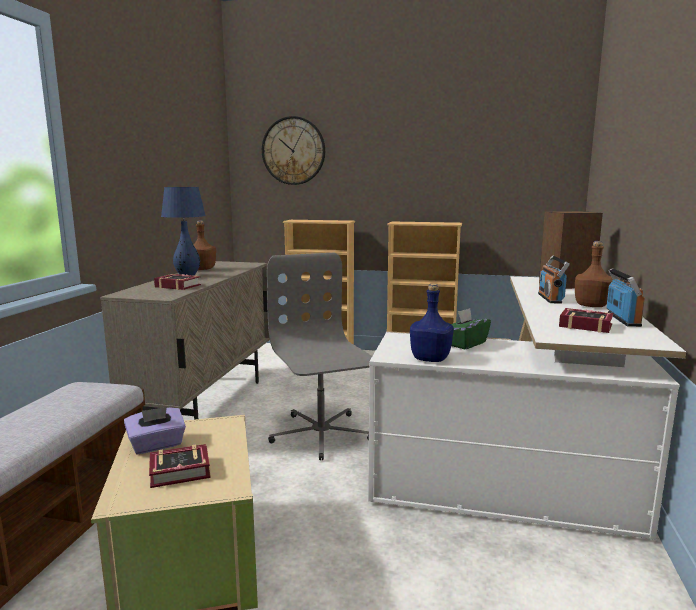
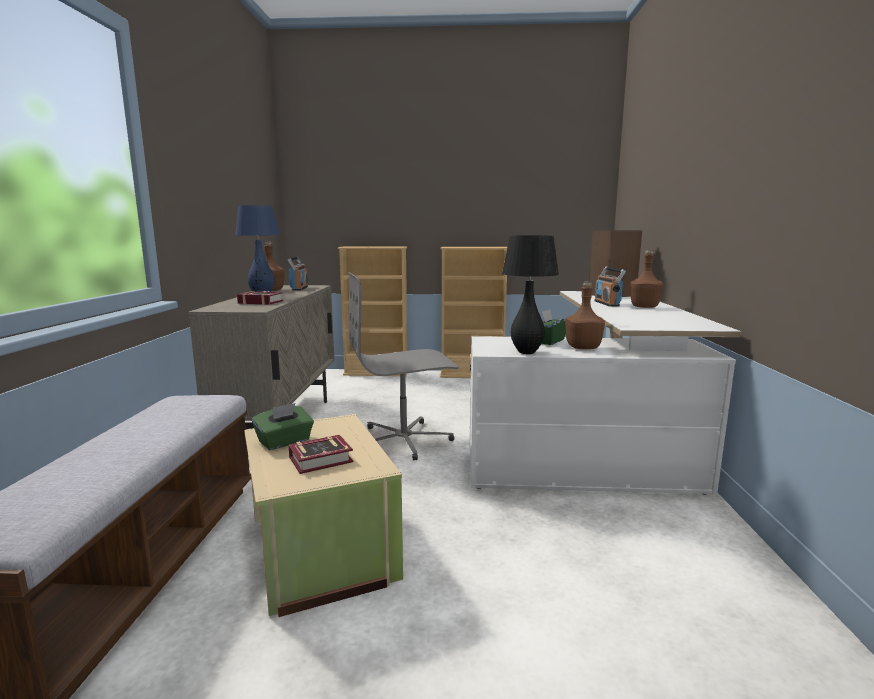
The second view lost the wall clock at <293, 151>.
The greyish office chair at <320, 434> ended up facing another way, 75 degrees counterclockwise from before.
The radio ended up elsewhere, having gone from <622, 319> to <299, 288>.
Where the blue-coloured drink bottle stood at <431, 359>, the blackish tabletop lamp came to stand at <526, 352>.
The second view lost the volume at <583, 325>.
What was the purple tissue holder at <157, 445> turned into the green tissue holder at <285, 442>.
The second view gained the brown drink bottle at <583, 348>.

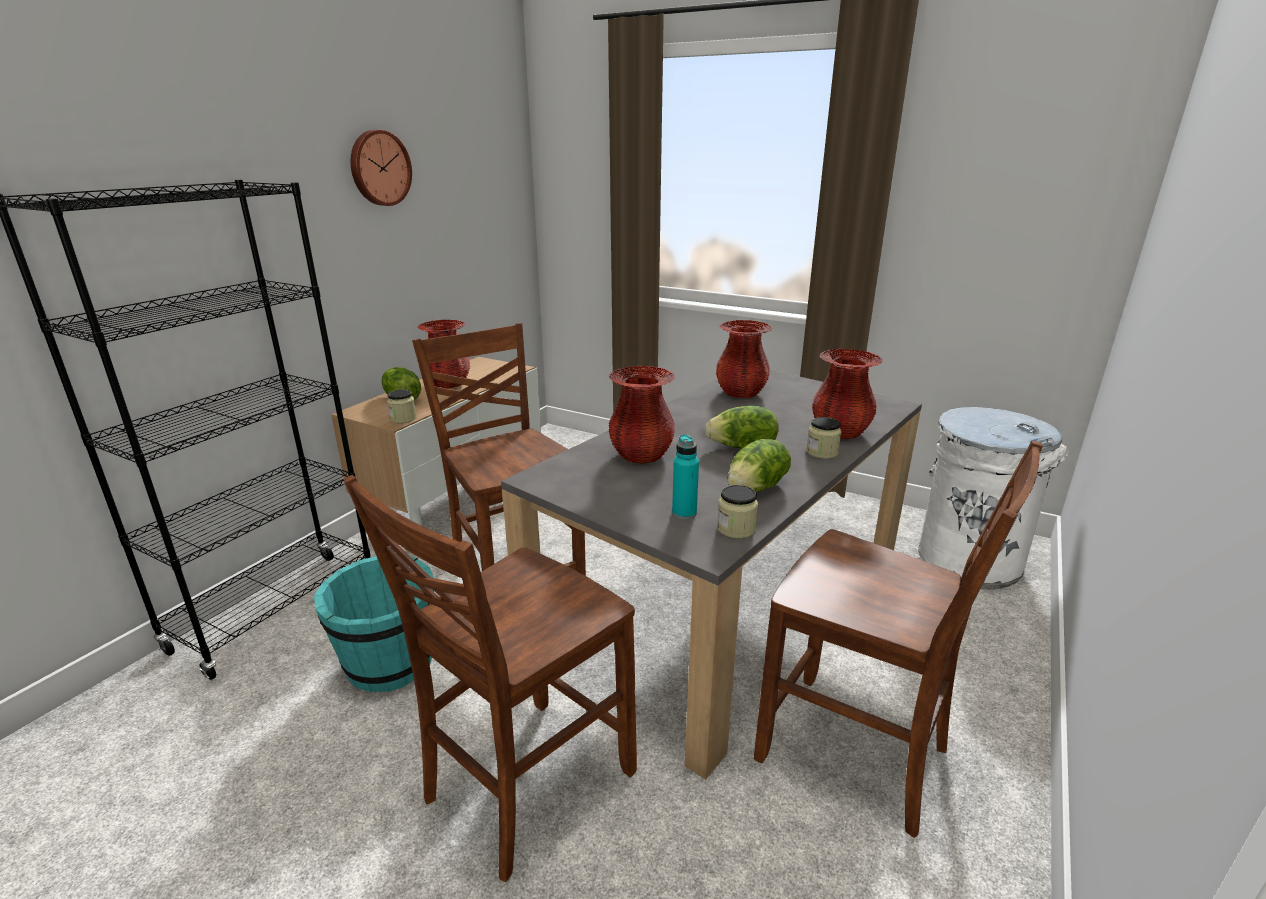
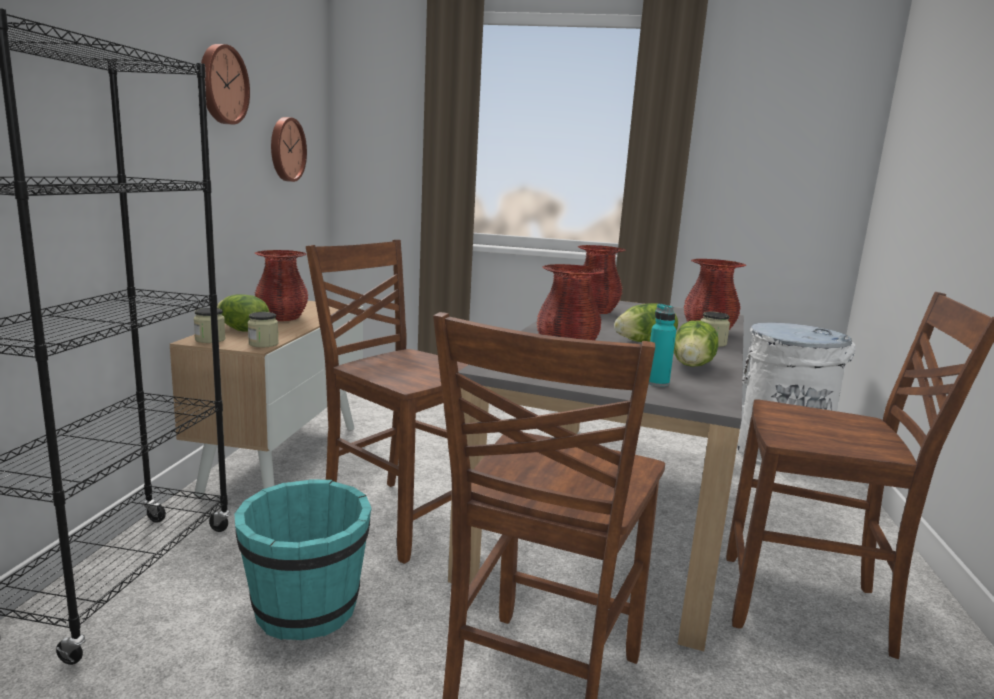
The storage jar ended up elsewhere, having gone from <736, 528> to <210, 339>.
The second view gained the wall clock at <286, 149>.

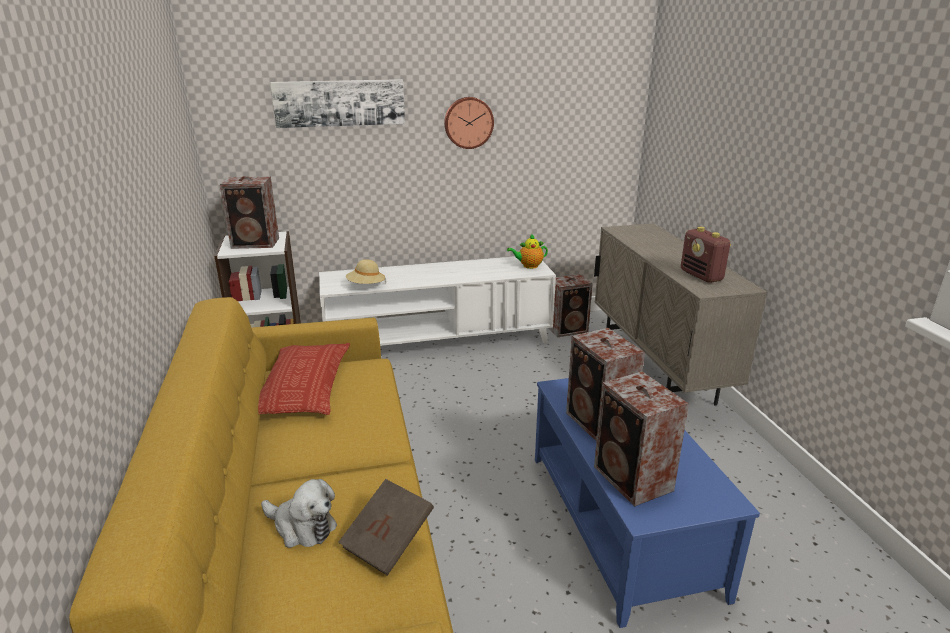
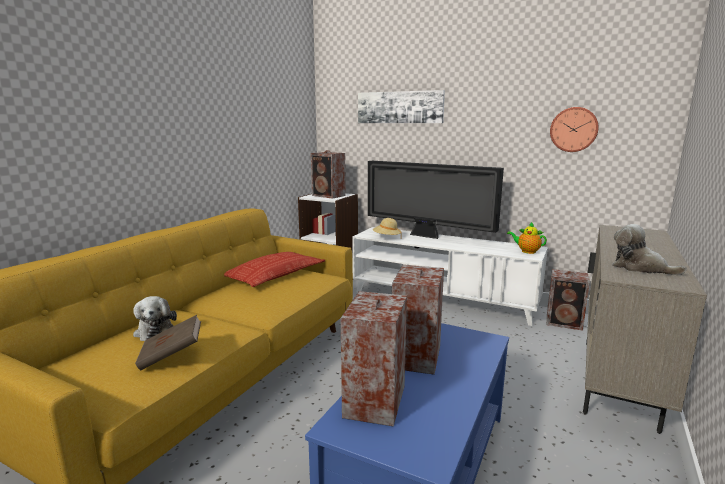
The wall clock ended up elsewhere, having gone from <468, 122> to <573, 129>.
Where the radio stood at <701, 276>, the soft toy came to stand at <640, 268>.
The second view gained the television at <427, 236>.

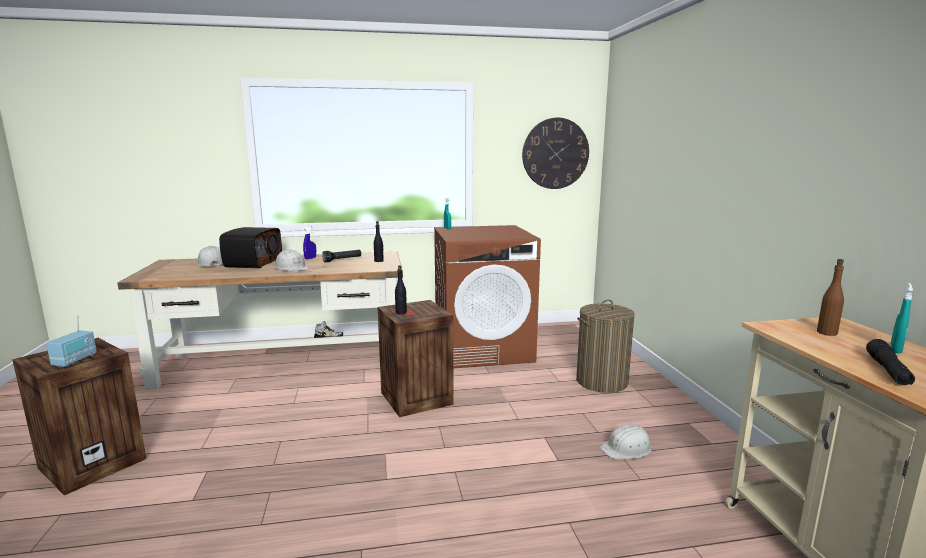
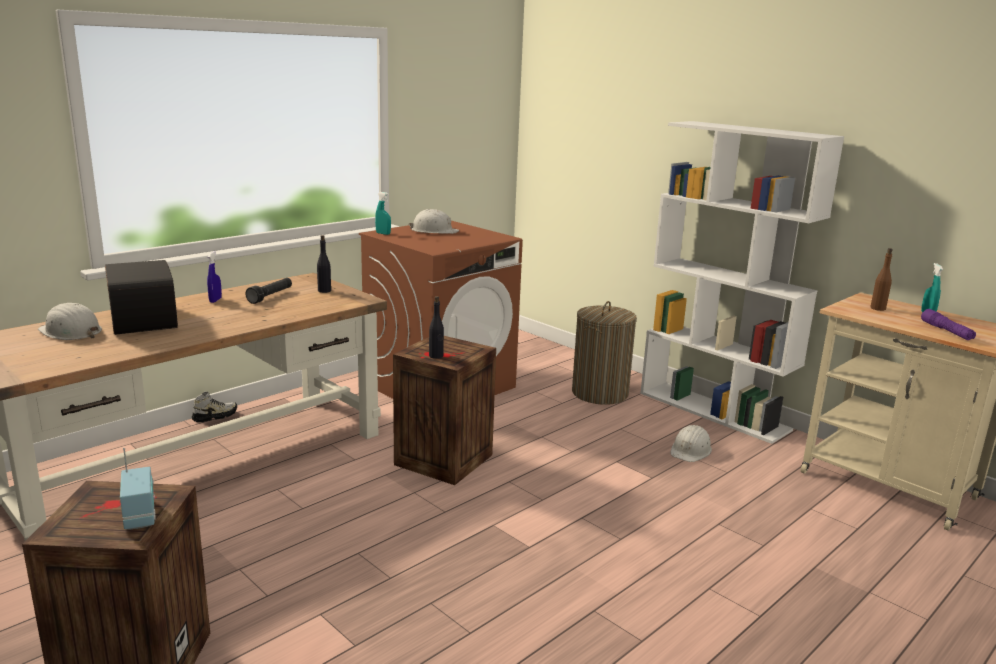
The second view lost the wall clock at <555, 153>.
The white-coloured safety helmet ended up elsewhere, having gone from <291, 268> to <434, 231>.
What was the blackish flashlight at <888, 370> turned into the purple flashlight at <946, 331>.
The second view gained the white-coloured shelving unit at <714, 411>.

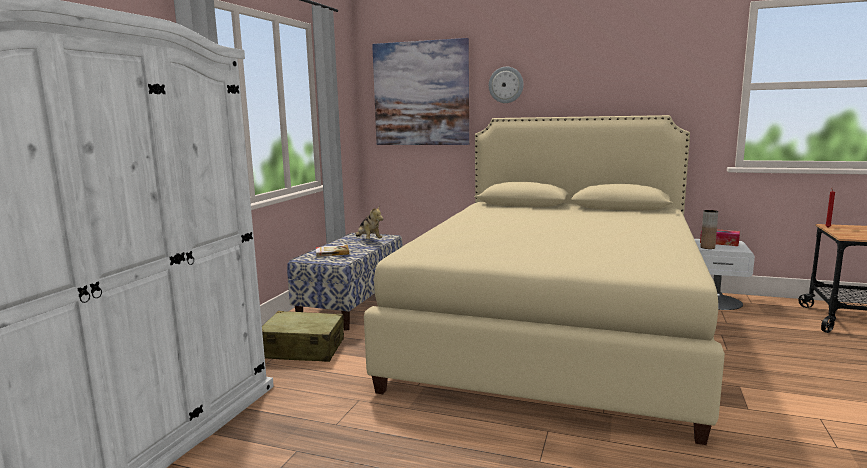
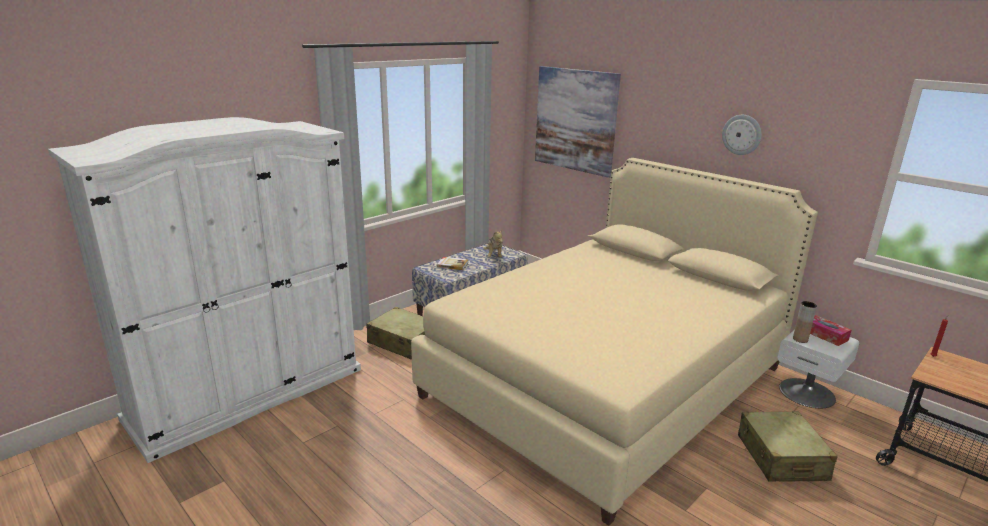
The wall clock ended up elsewhere, having gone from <506, 85> to <742, 134>.
The second view gained the sand-coloured suitcase at <781, 458>.

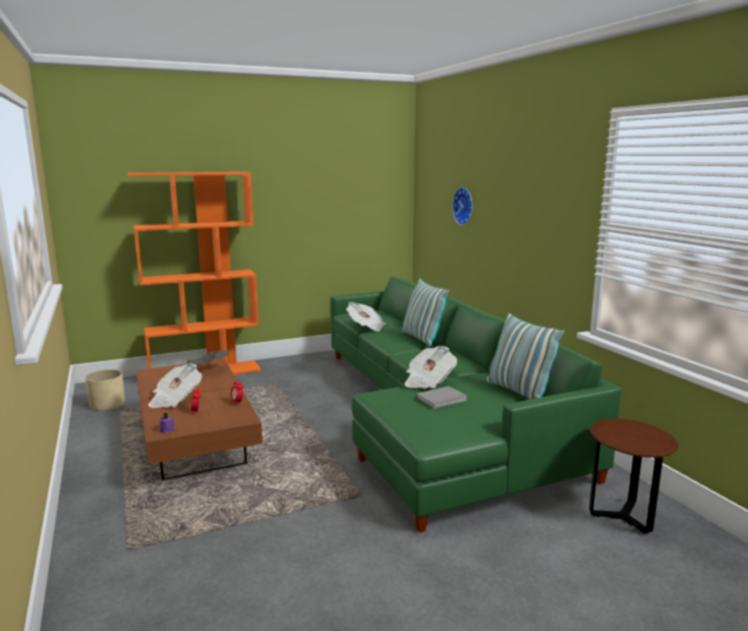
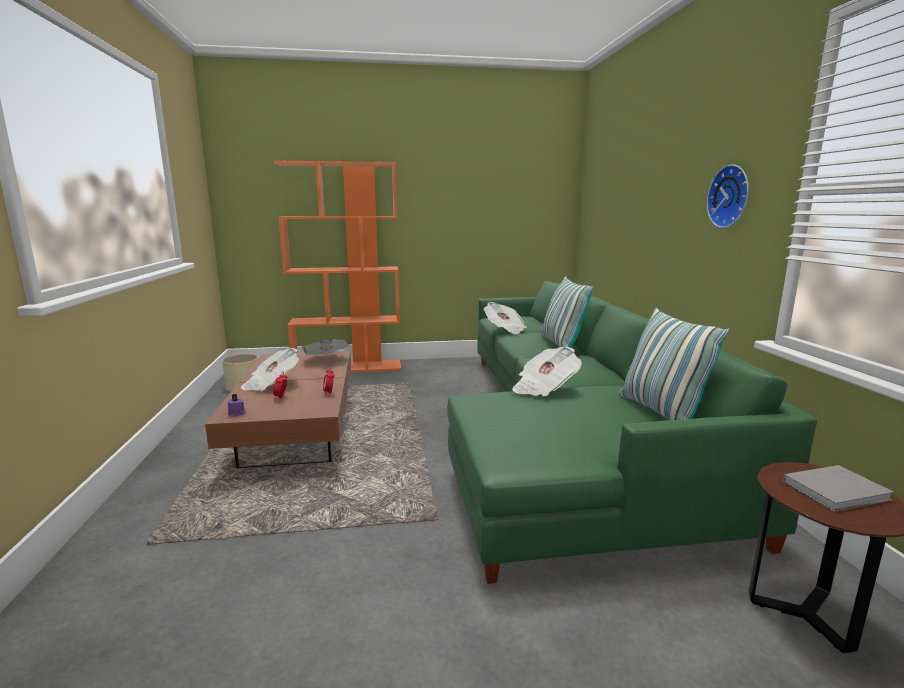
The wall clock ended up elsewhere, having gone from <464, 206> to <731, 196>.
The greyish volume ended up elsewhere, having gone from <443, 399> to <838, 491>.

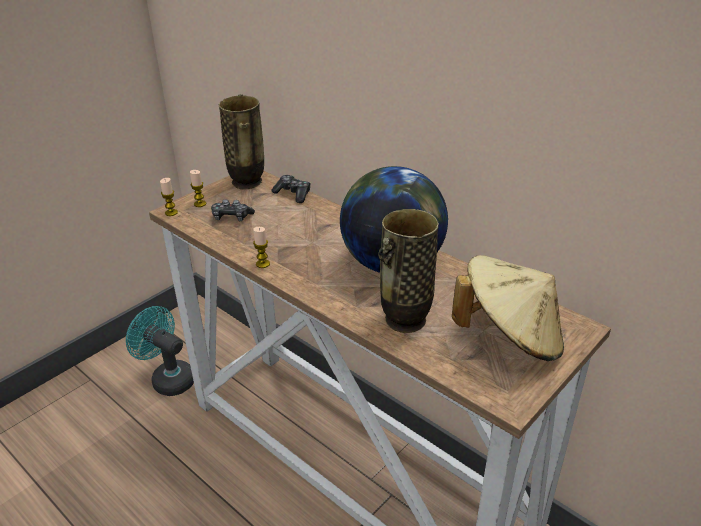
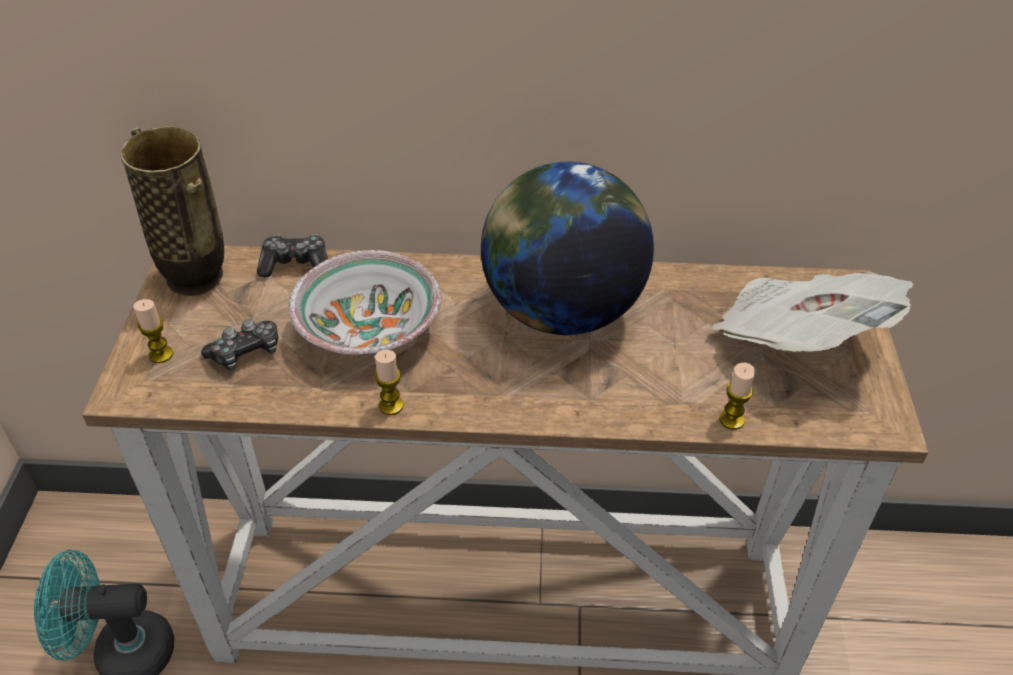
The wax light ended up elsewhere, having gone from <171, 213> to <731, 420>.
The second view lost the flower vase at <405, 320>.
Where the sand-coloured clothing hat stood at <509, 336>, the daily paper came to stand at <796, 339>.
The second view gained the bowl at <370, 329>.

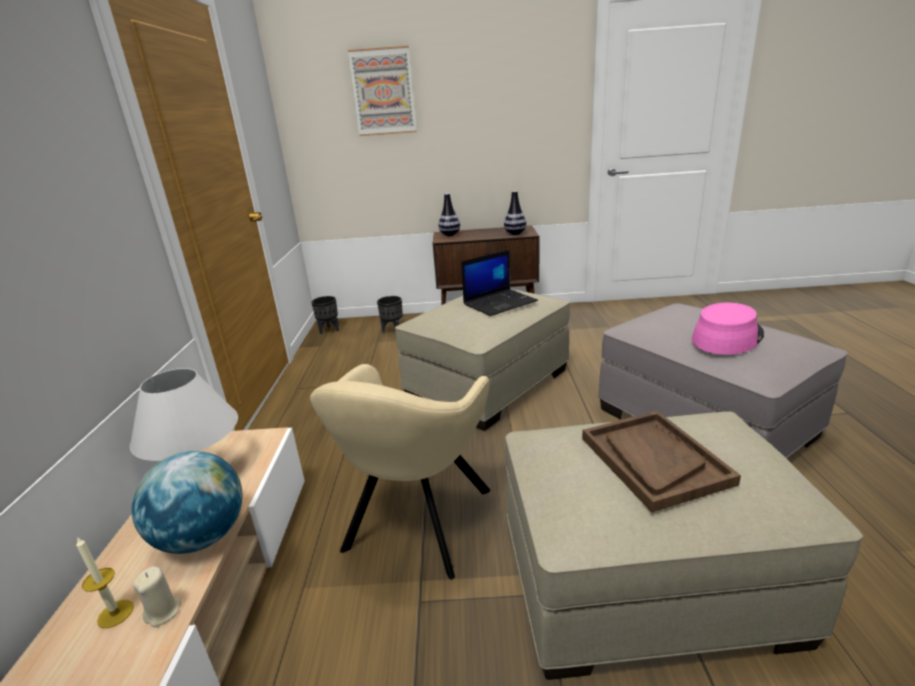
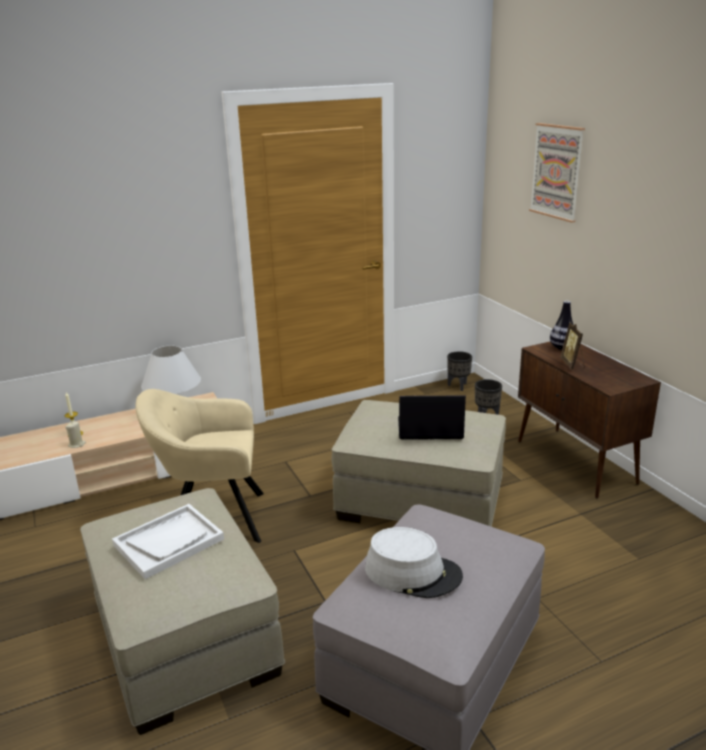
The second view lost the flower vase at <515, 233>.
The portable computer at <500, 302> ended up facing another way, 150 degrees clockwise from before.
What was the pinkish clothing hat at <726, 337> turned into the greyish clothing hat at <413, 572>.
What was the brown carrying tray at <653, 460> turned into the white-coloured carrying tray at <169, 542>.
The second view lost the world globe at <203, 537>.
The second view gained the photo frame at <572, 364>.

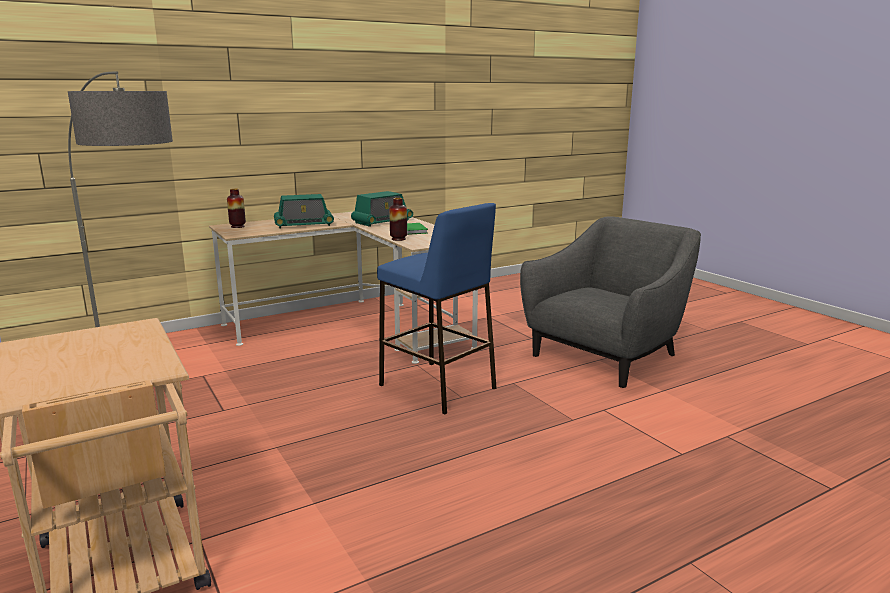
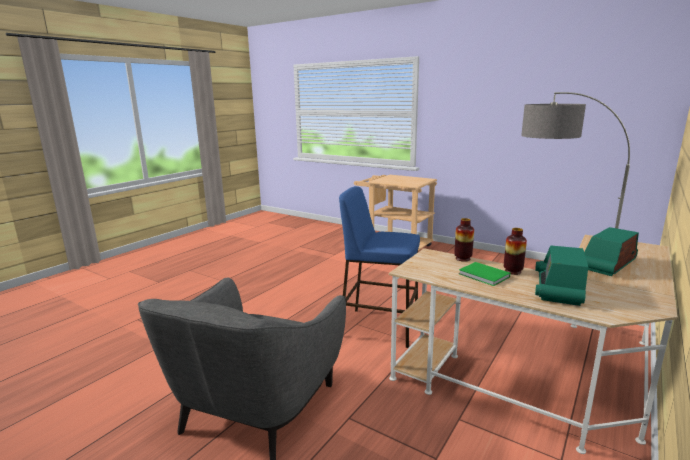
The flower vase ended up elsewhere, having gone from <237, 226> to <512, 271>.

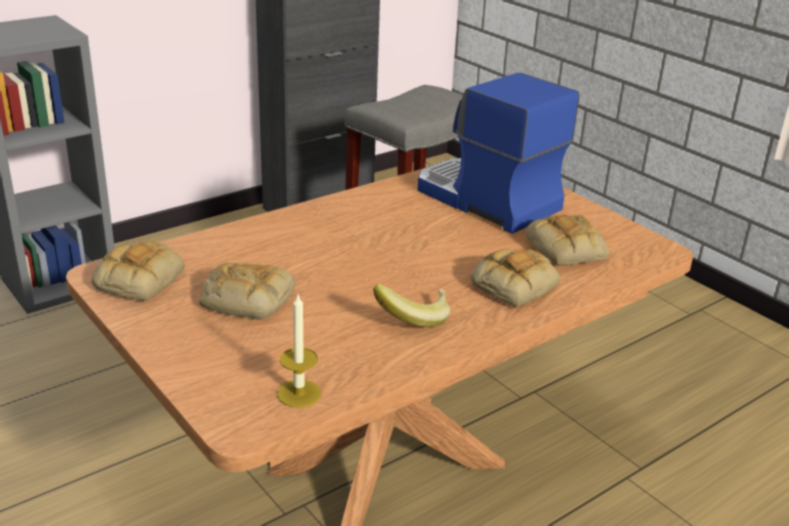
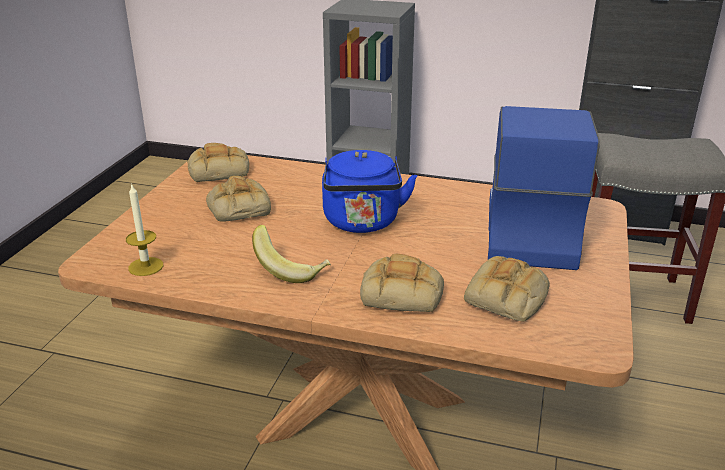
The second view gained the blue-coloured tea kettle at <362, 223>.

